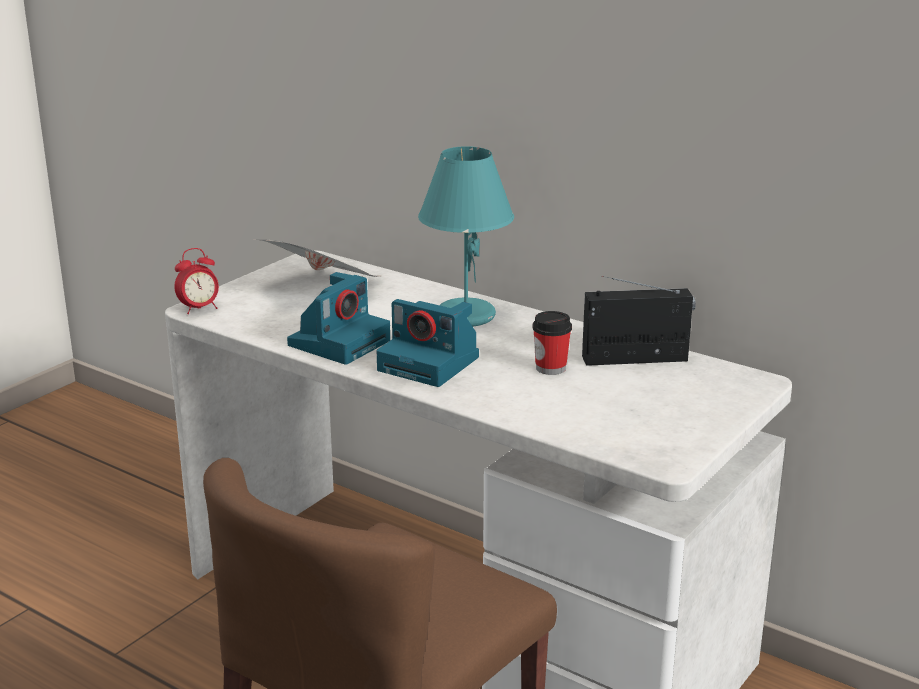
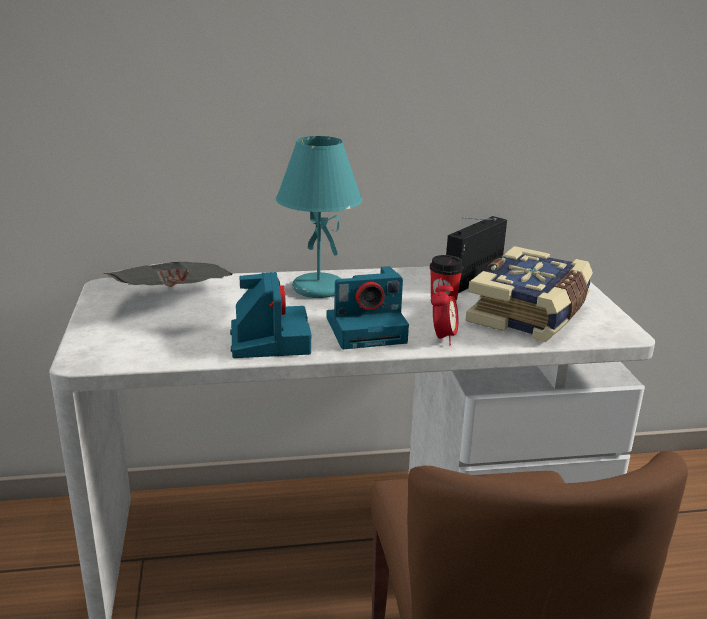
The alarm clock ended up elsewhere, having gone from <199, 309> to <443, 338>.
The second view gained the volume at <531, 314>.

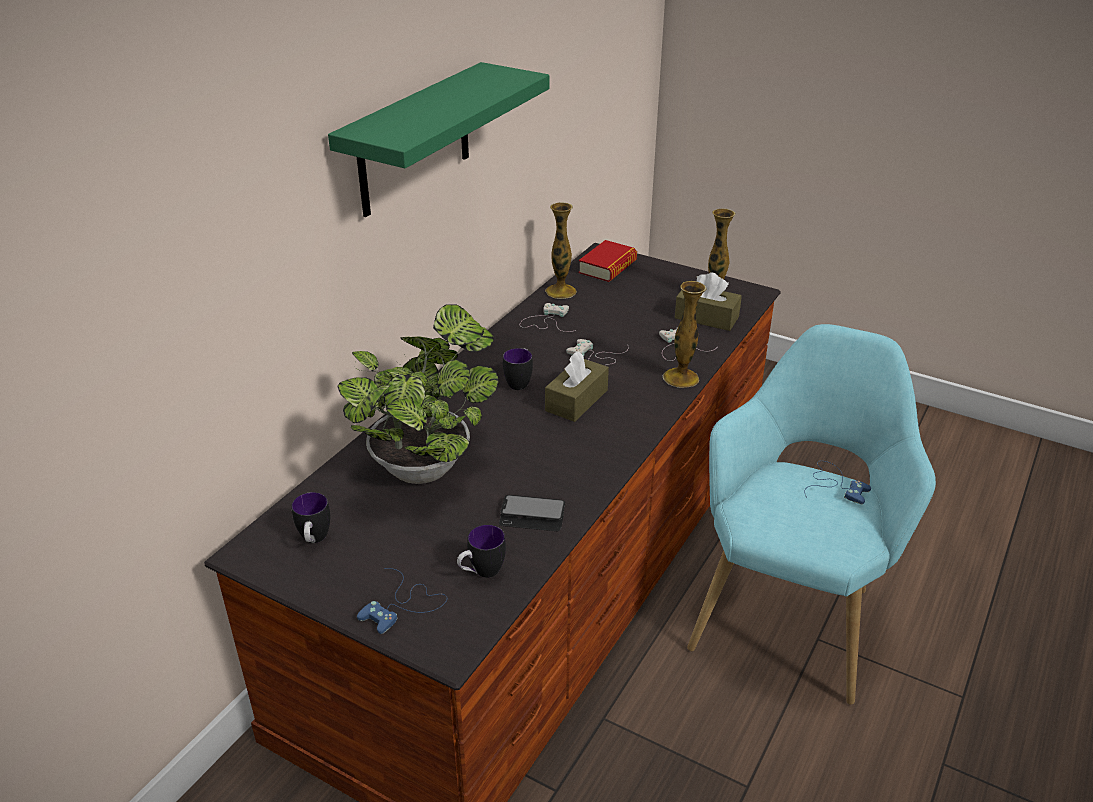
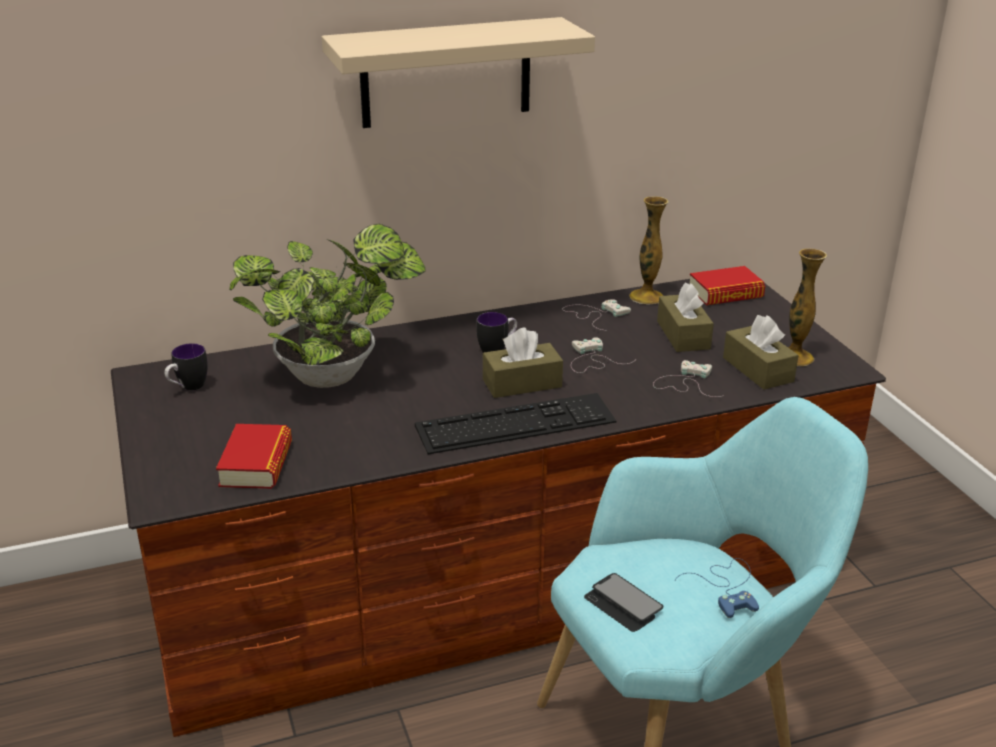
What was the green bracket shelf at <414, 140> turned into the sand-coloured bracket shelf at <446, 73>.
The second view lost the flower vase at <681, 378>.
The phone ended up elsewhere, having gone from <532, 515> to <623, 604>.
Where the coffee mug stood at <481, 573>, the volume came to stand at <256, 464>.
The second view lost the blue-coloured joypad at <403, 605>.
The second view gained the brown tissue holder at <683, 335>.
The second view gained the PC keyboard at <516, 424>.

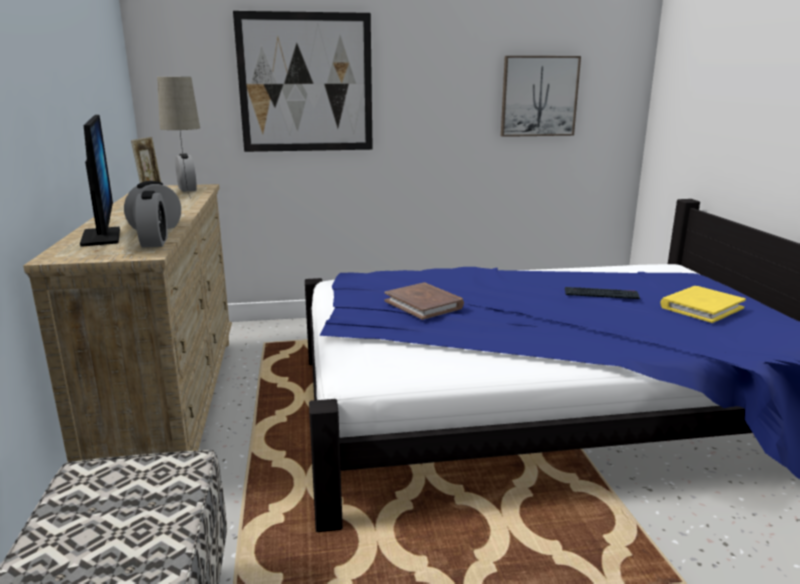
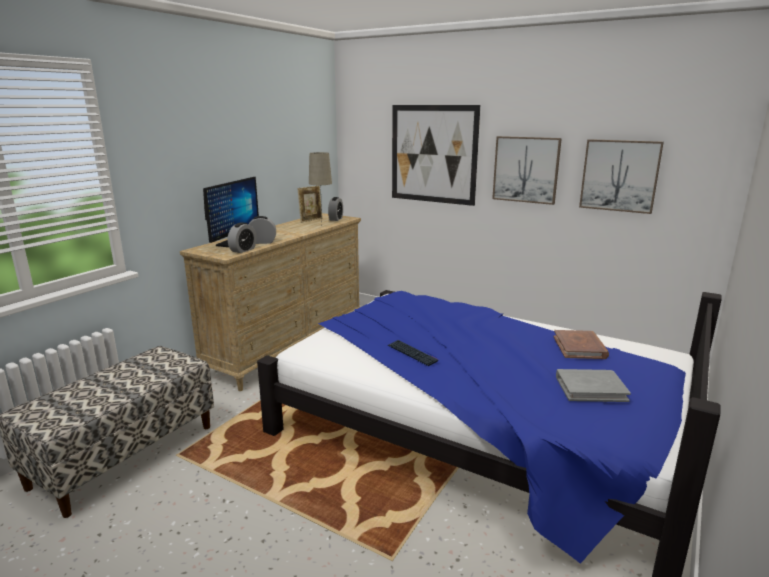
The brown volume ended up elsewhere, having gone from <424, 304> to <580, 347>.
What was the yellow-coloured volume at <701, 307> turned into the greyish volume at <590, 388>.
The PC keyboard ended up elsewhere, having gone from <601, 294> to <412, 353>.
The second view gained the picture at <526, 169>.

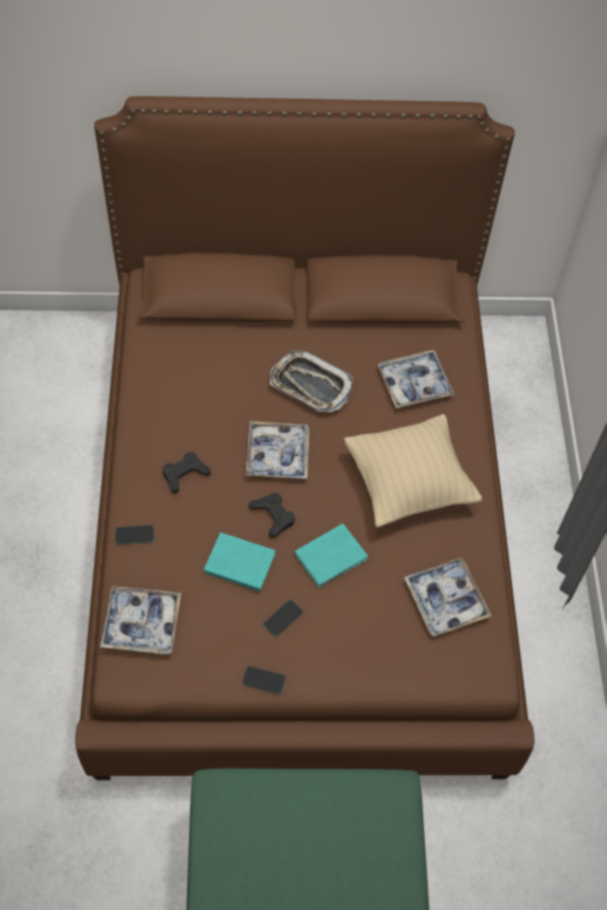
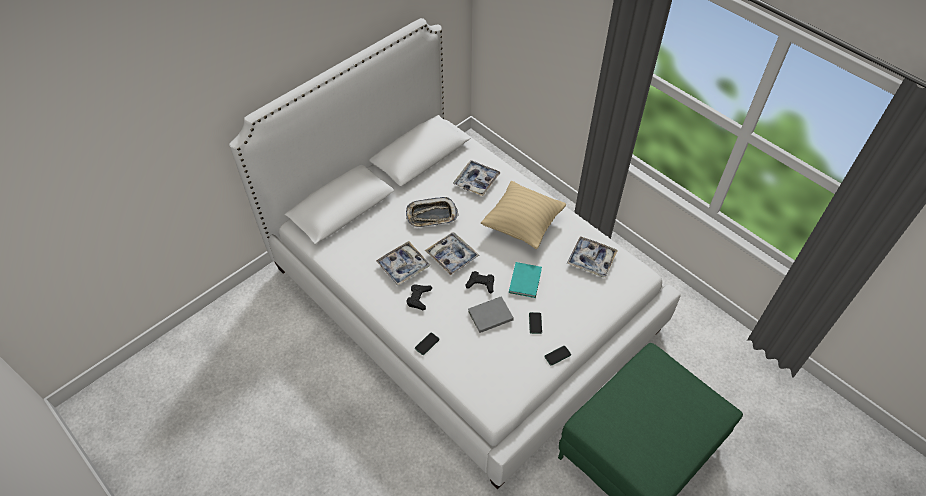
What was the brown sleeping bed at <297, 525> turned into the white-coloured sleeping bed at <462, 298>.
What was the blue-green volume at <238, 562> turned into the greyish volume at <489, 315>.
The carrying tray ended up elsewhere, having gone from <141, 624> to <403, 266>.

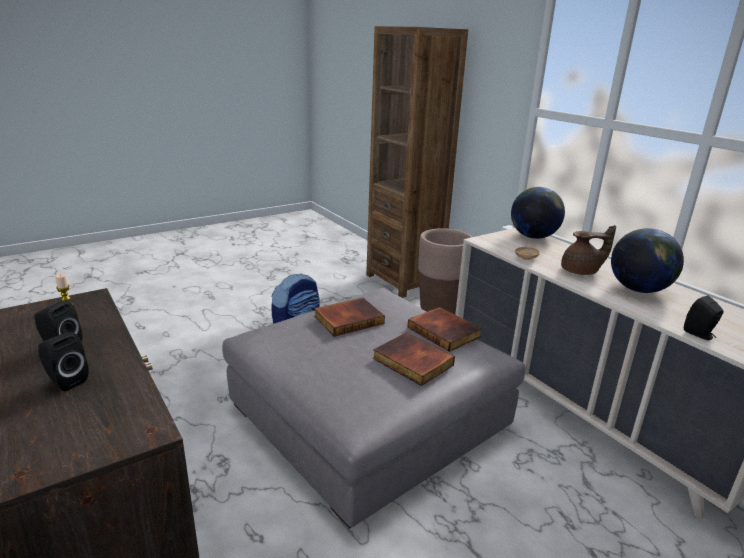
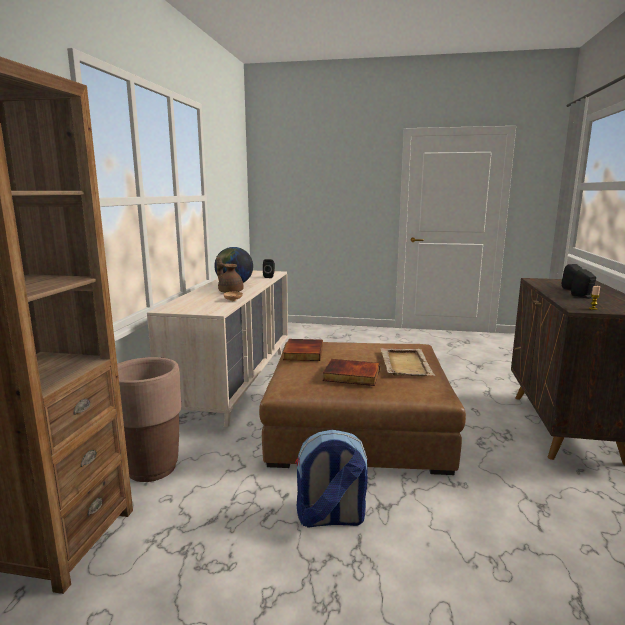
The second view lost the world globe at <533, 236>.
What was the greyish ottoman at <368, 416> turned into the brown ottoman at <357, 426>.
The second view lost the volume at <411, 362>.
The second view gained the sand-coloured carrying tray at <405, 364>.

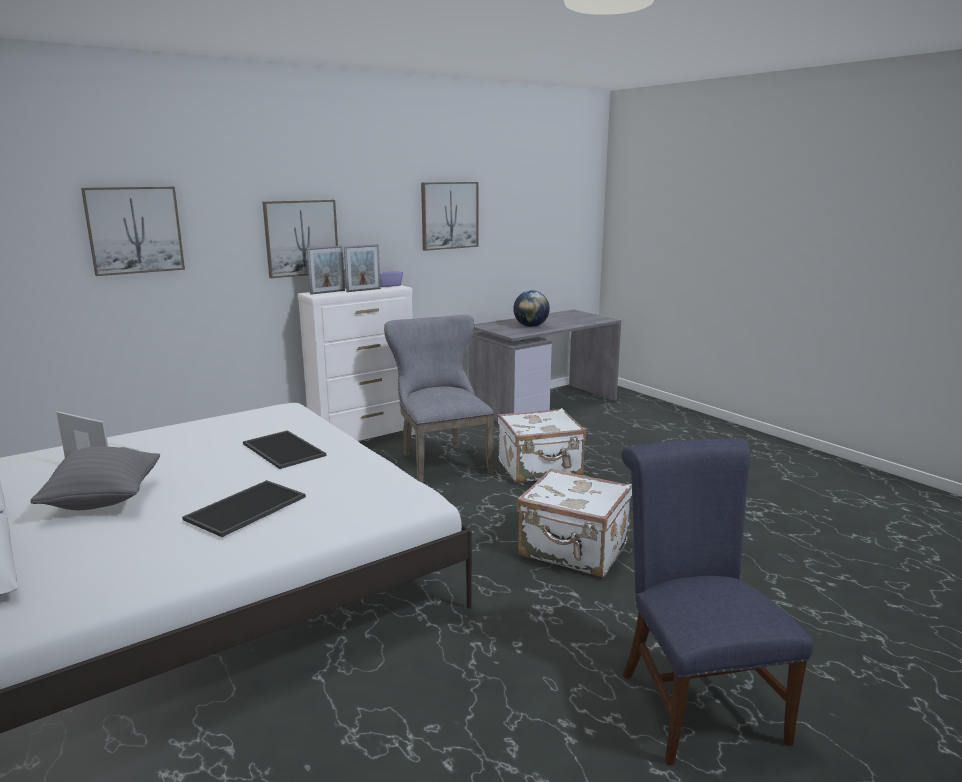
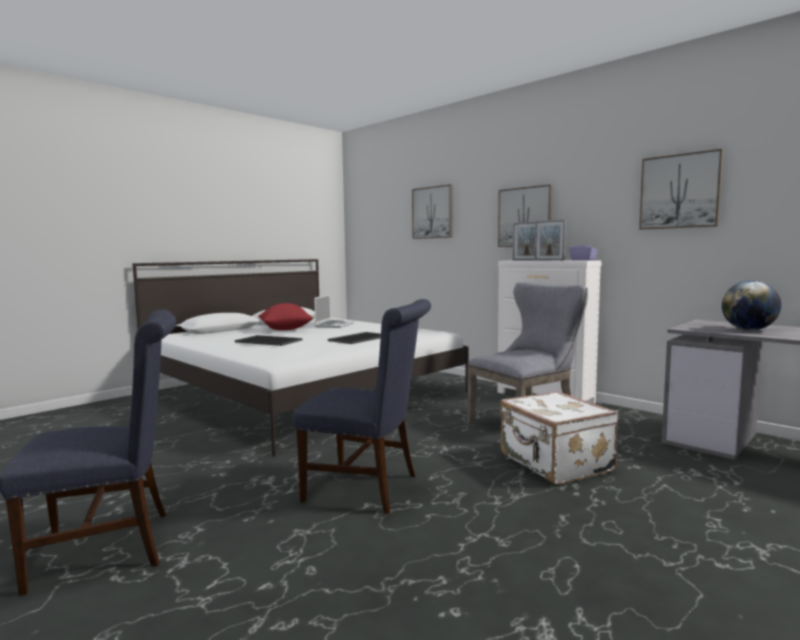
What was the greyish pillow at <104, 501> turned into the reddish pillow at <285, 330>.
Where the white-coloured suitcase stood at <574, 550>, the blue-coloured chair came to stand at <368, 488>.

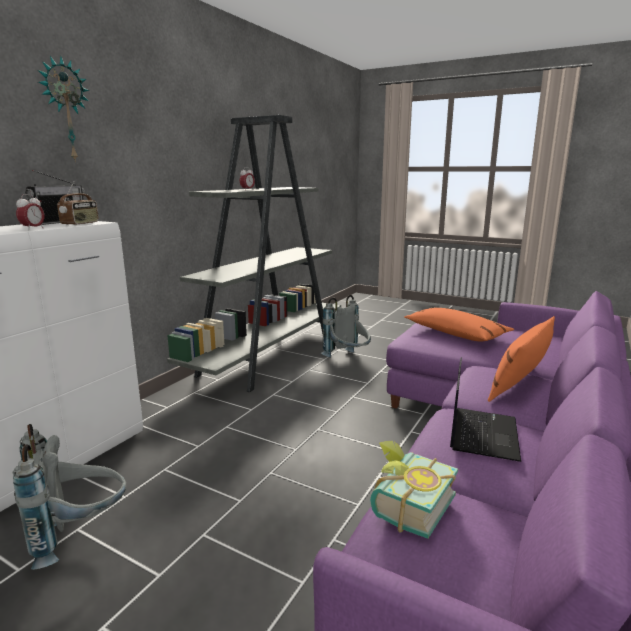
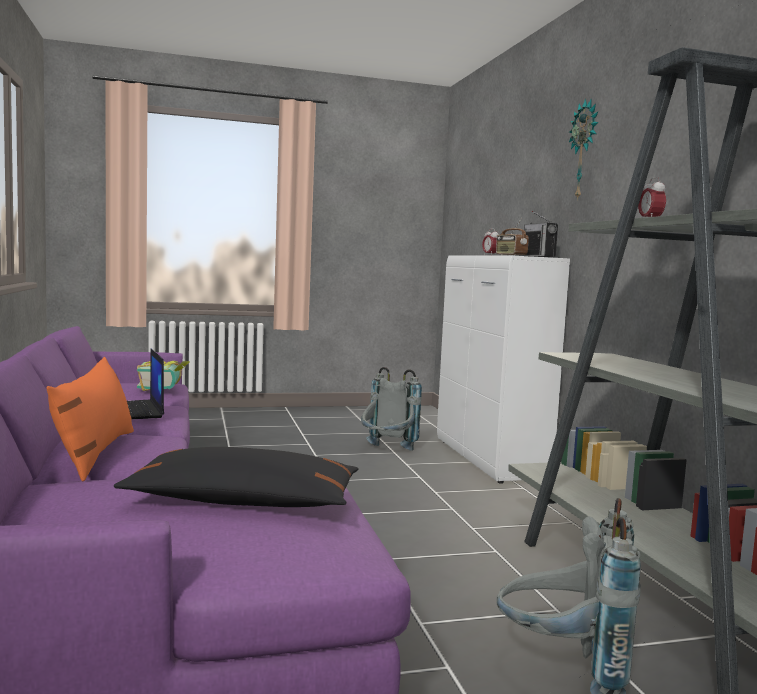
What was the orange-coloured pillow at <455, 333> turned into the blackish pillow at <244, 502>.

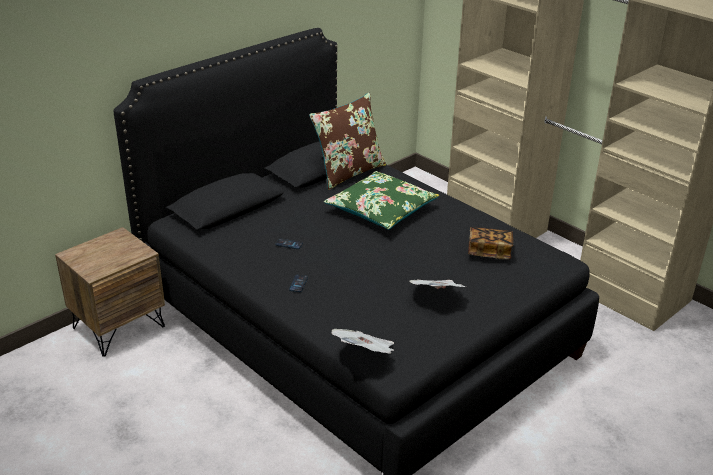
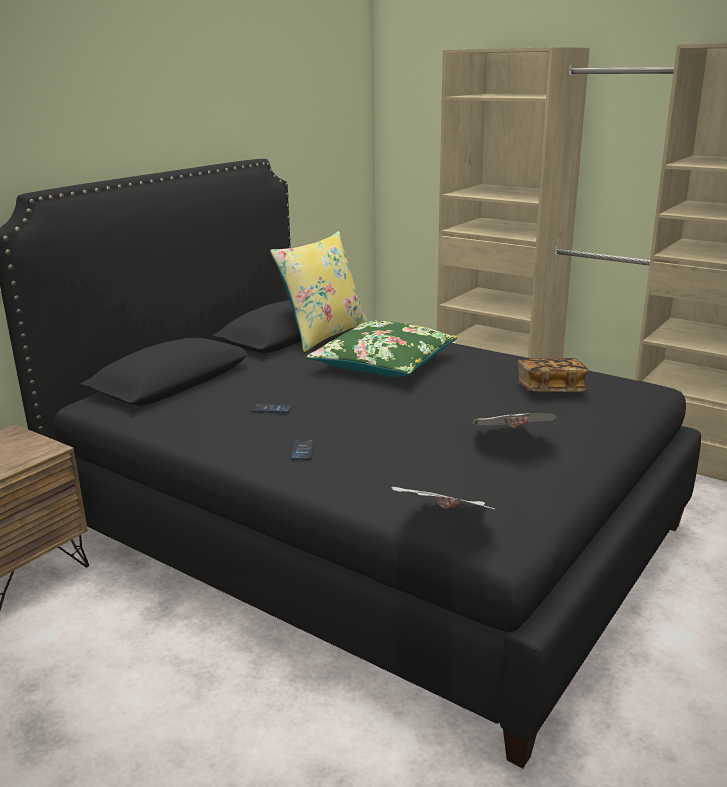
What was the brown pillow at <348, 172> turned into the yellow-coloured pillow at <323, 334>.

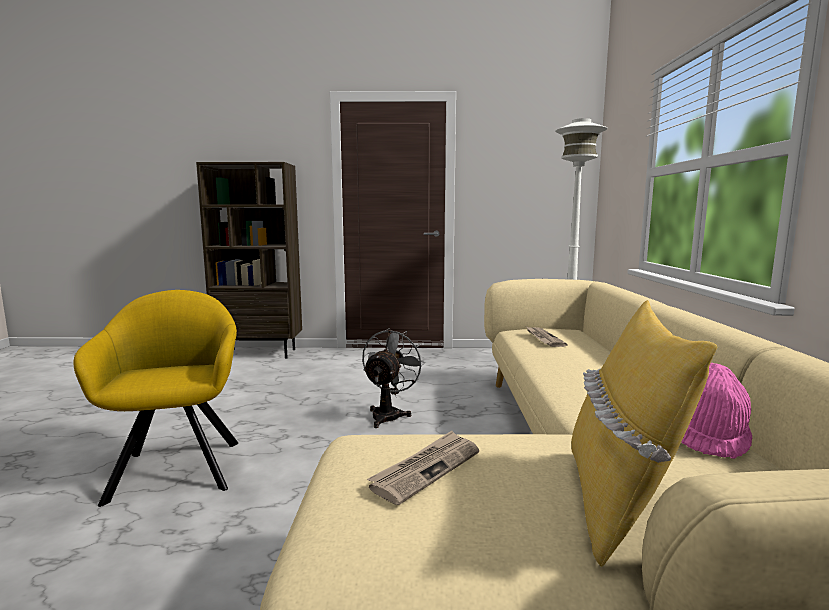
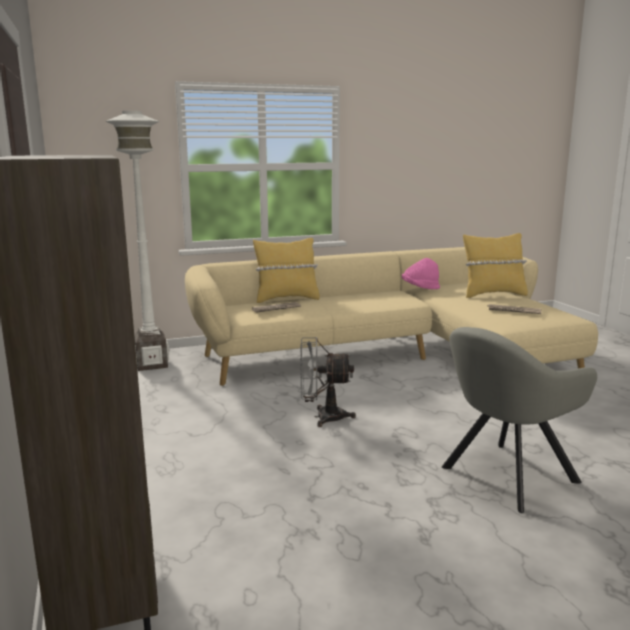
What was the yellow-coloured lounge chair at <179, 466> turned into the greyish lounge chair at <504, 476>.
The second view gained the yellow-coloured pillow at <286, 299>.

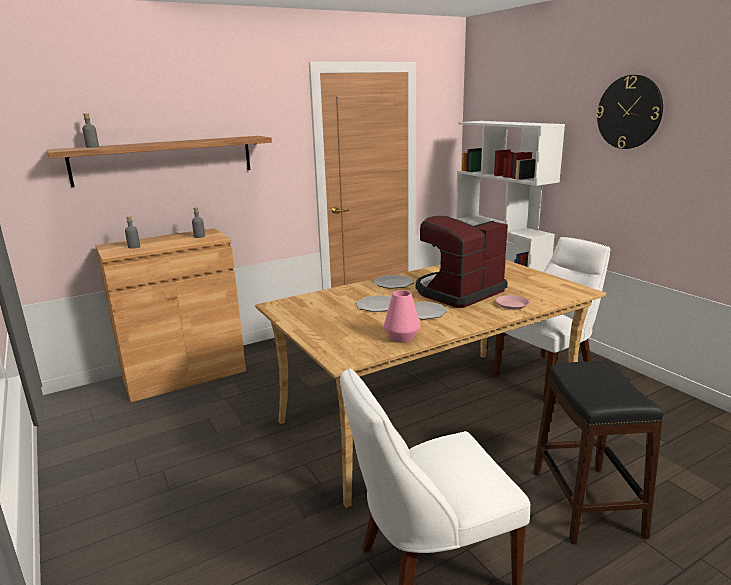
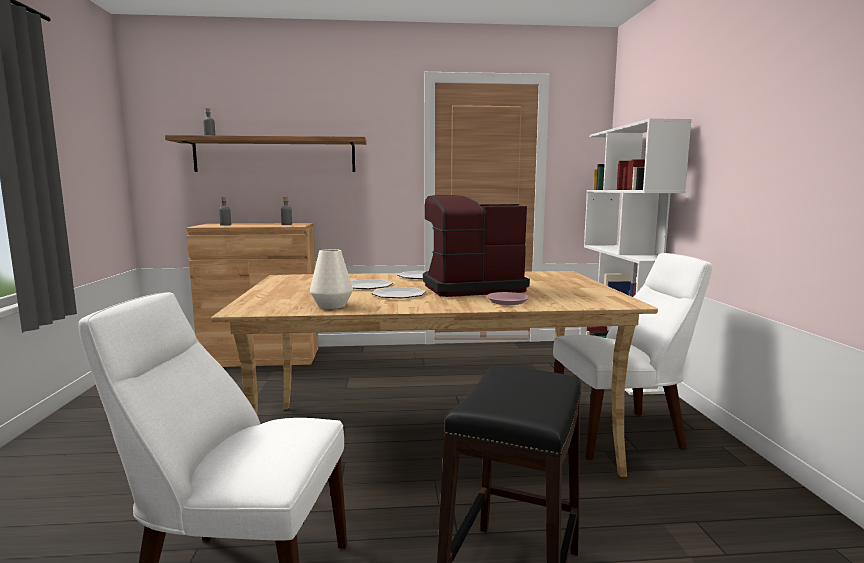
The second view lost the wall clock at <629, 112>.
What was the pinkish flower vase at <402, 338> turned into the white-coloured flower vase at <331, 306>.

